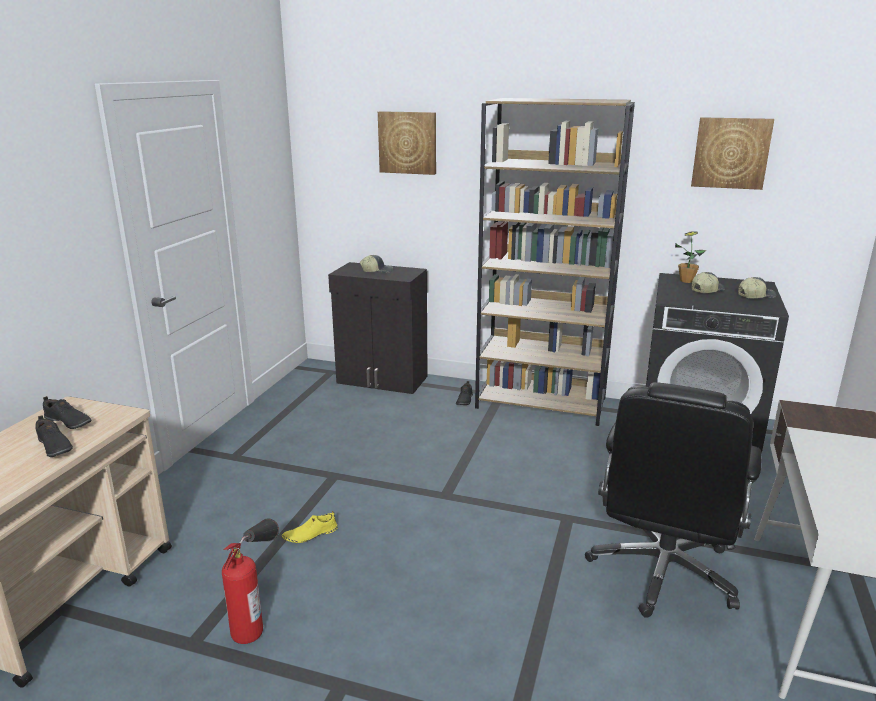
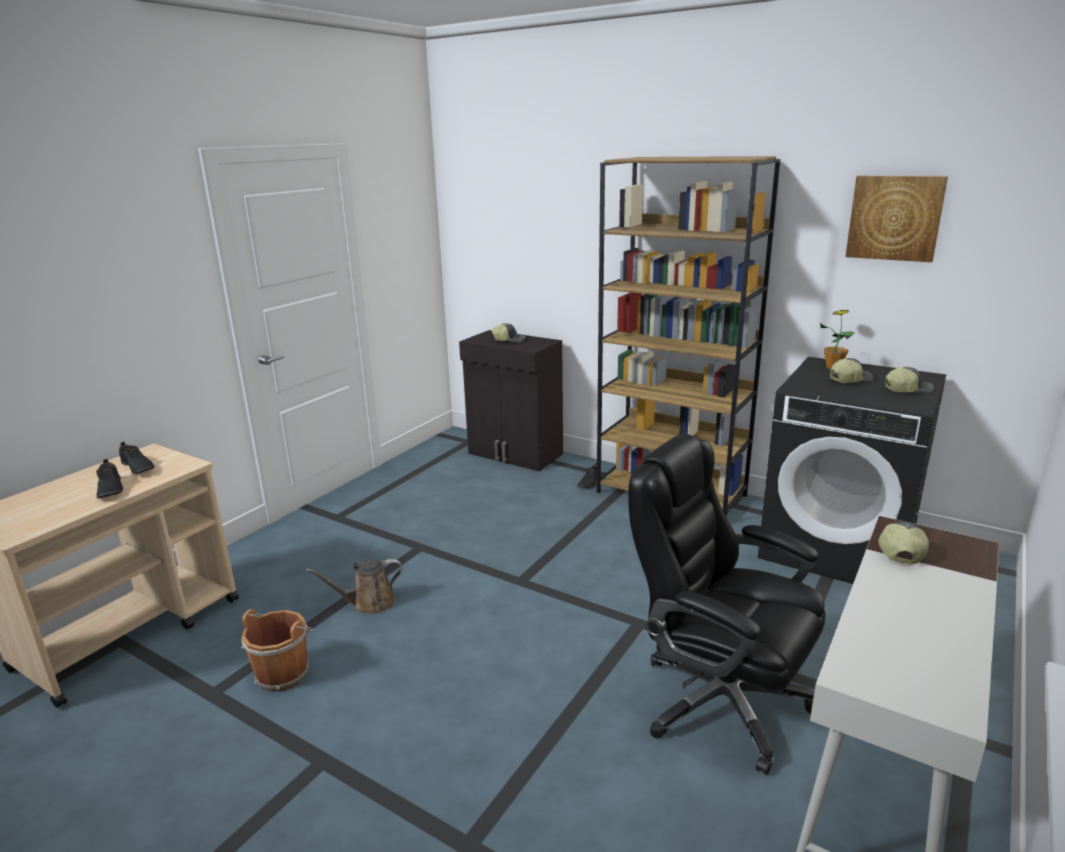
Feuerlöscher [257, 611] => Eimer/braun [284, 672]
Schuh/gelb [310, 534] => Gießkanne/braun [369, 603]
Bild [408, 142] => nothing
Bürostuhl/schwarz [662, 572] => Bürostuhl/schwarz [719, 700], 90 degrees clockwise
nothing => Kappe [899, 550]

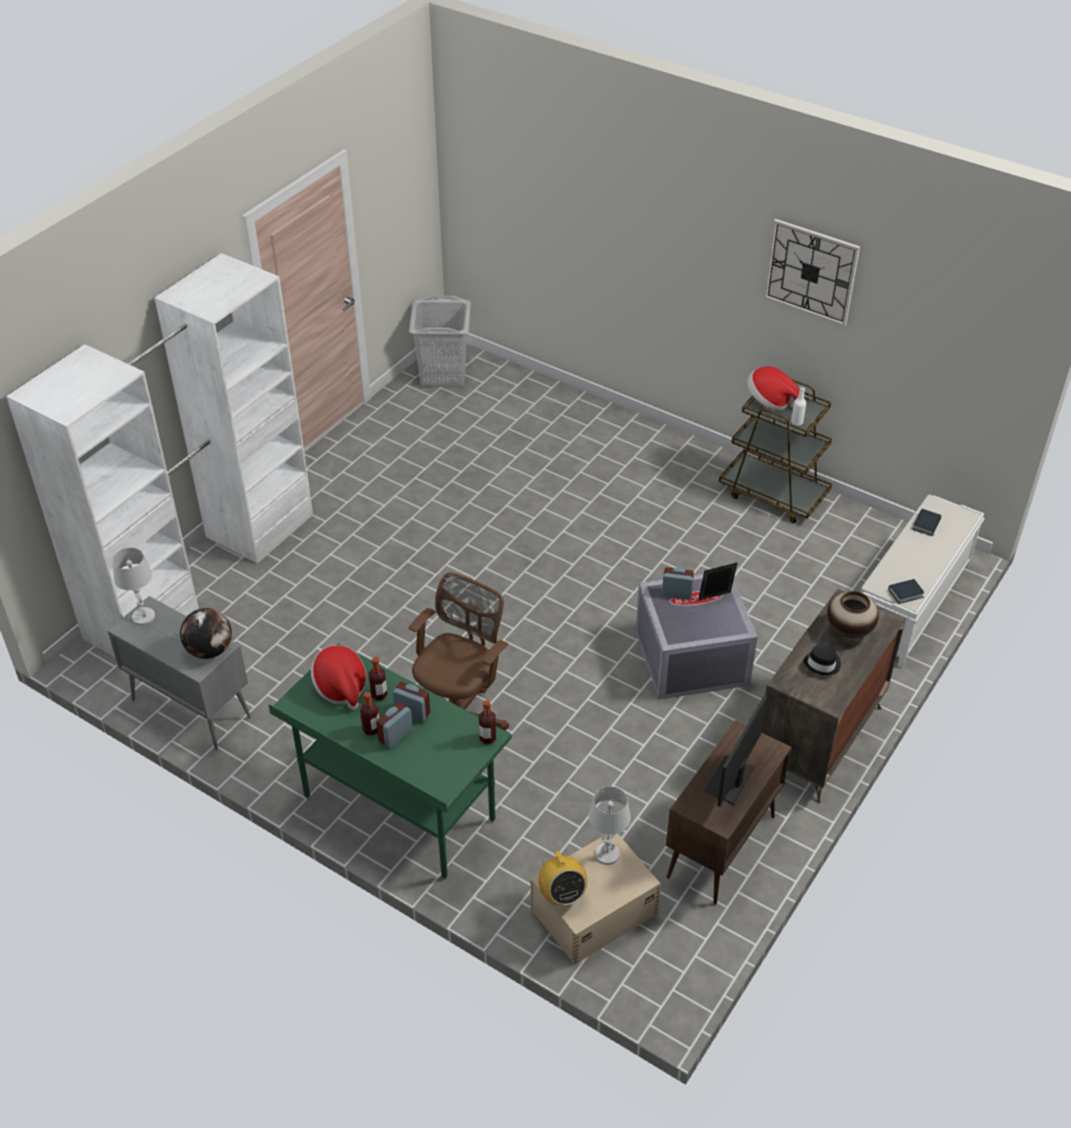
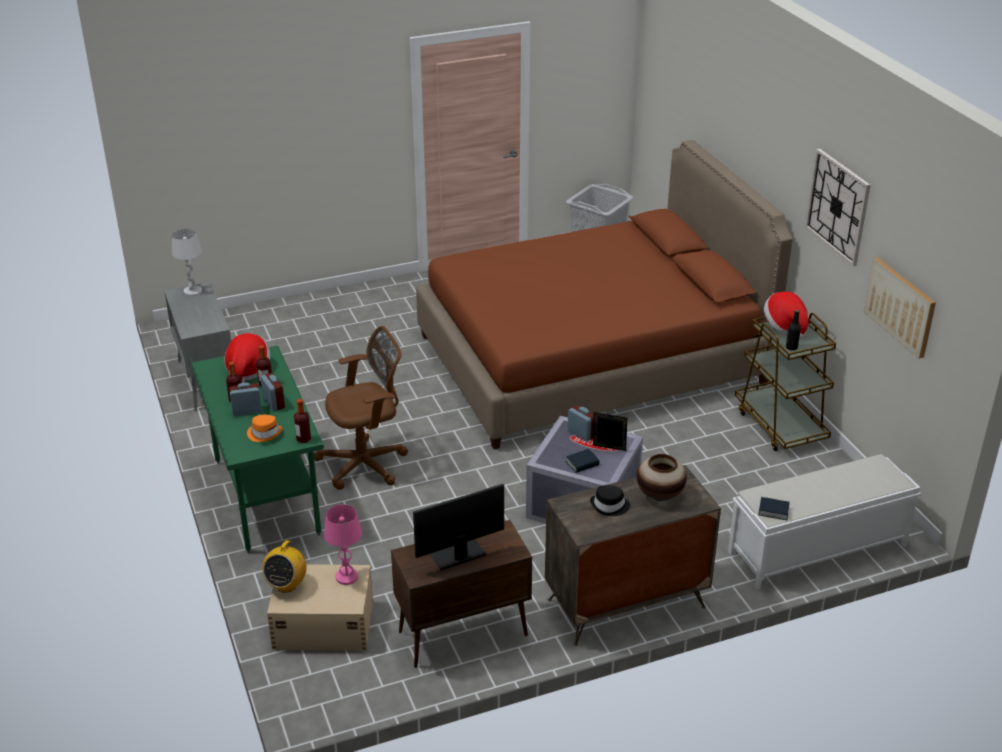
Kleiderschrank/weiß [203, 573] => nothing
Globus [210, 650] => nothing
Tischlampe/weiß [607, 854] => Tischlampe/rosa [347, 577]
Flasche/weiß [797, 422] => Flasche/schwarz [791, 347]
Buch [926, 525] => Buch [582, 464], shifted
nothing => Hut/orange [264, 433]
nothing => Bett/braun [590, 359]
nothing => Bild [900, 306]

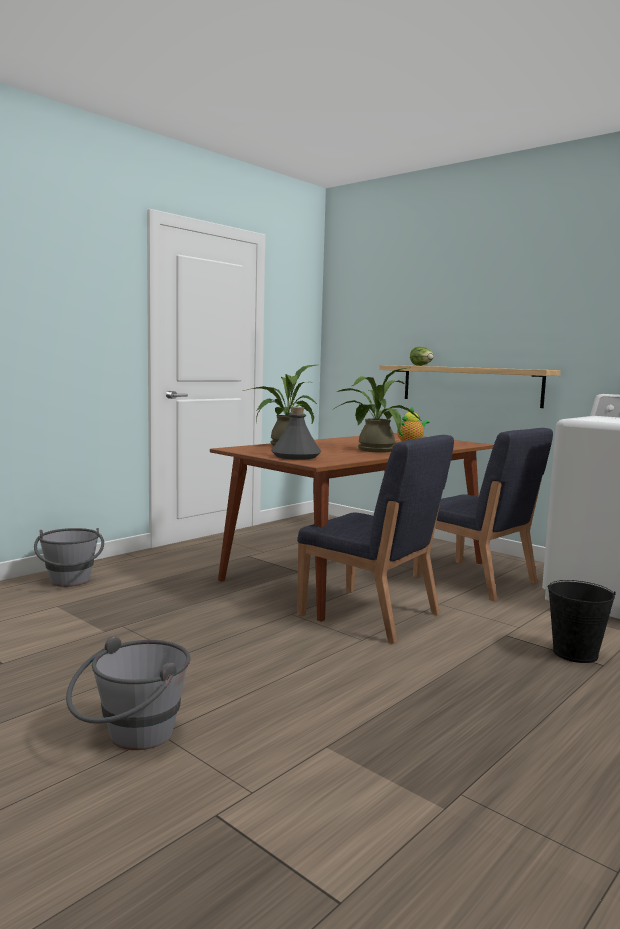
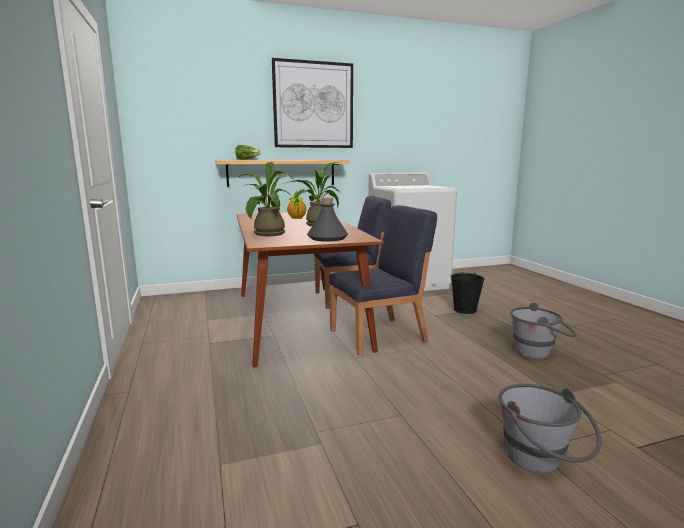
Eimer/grau [70, 583] => Eimer/grau [539, 352], shifted
nothing => Bild [313, 105]

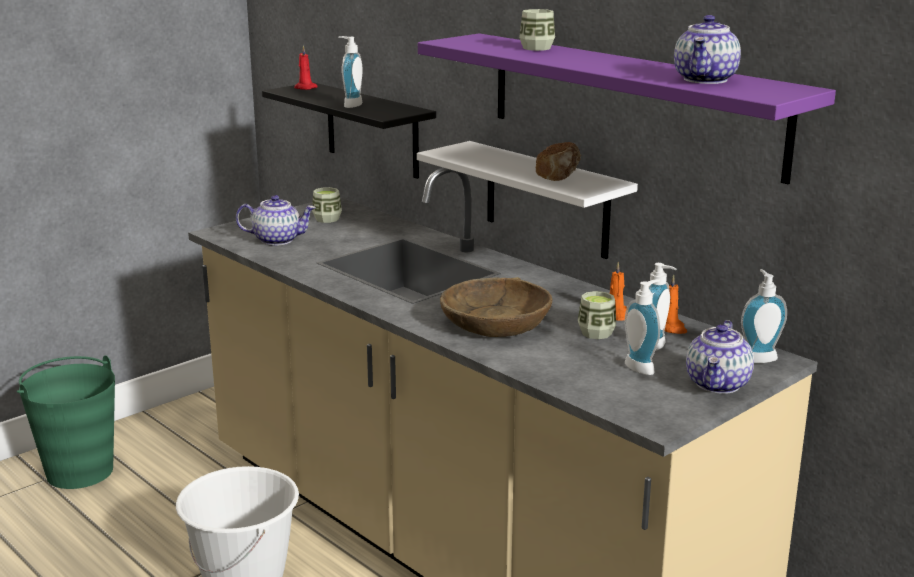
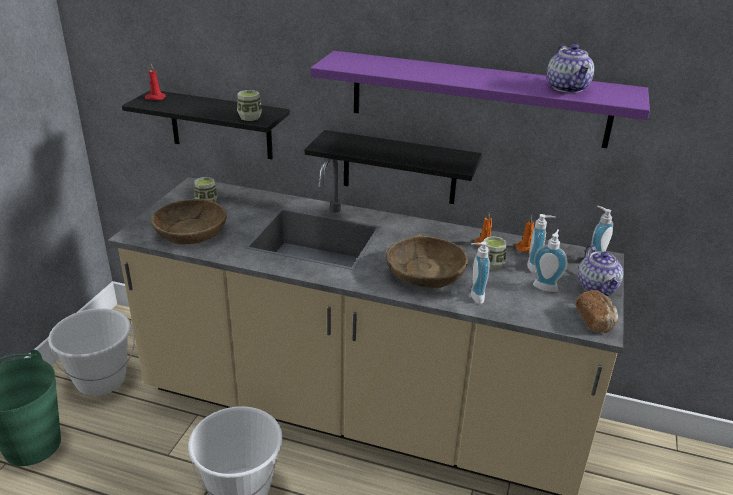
Teekanne [278, 240] => Schüssel/braun [191, 231]
Seifenspender [350, 105] => Seifenspender [474, 296], shifted
Wandregal/weiß [546, 200] => Wandregal/schwarz [399, 168]
Tasse [536, 48] => Tasse [249, 117], shifted
Brot [559, 175] => Brot [595, 321], shifted
nothing => Eimer/weiß [101, 380]

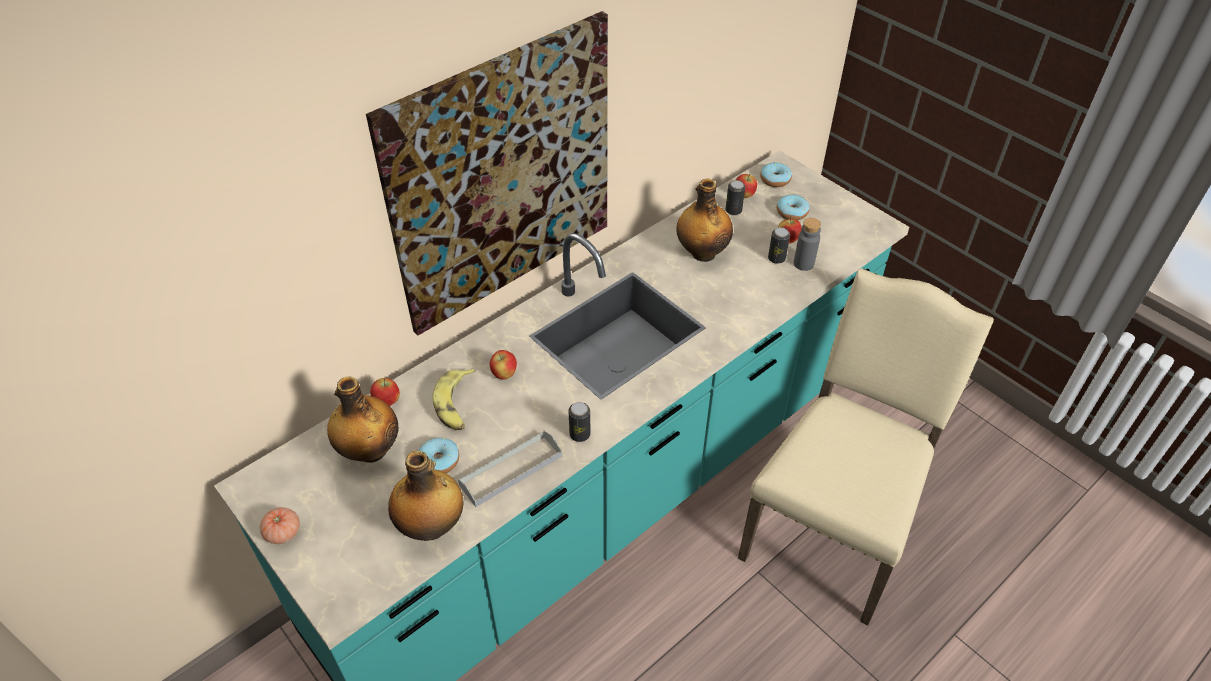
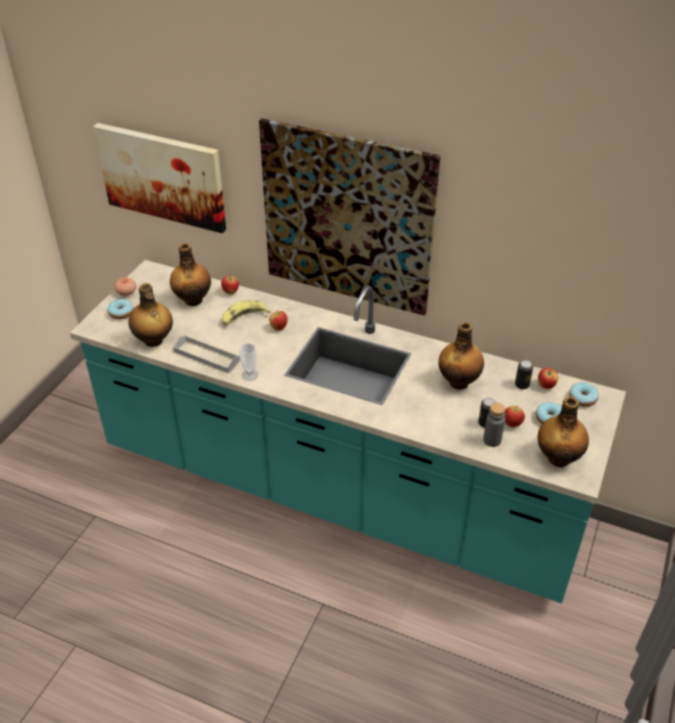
Donut [439, 461] => Donut [121, 313], shifted
Dose [580, 434] => Tasse [250, 375]
Stuhl/beige [832, 530] => nothing
nothing => Bild [162, 176]
nothing => Flasche [558, 457]

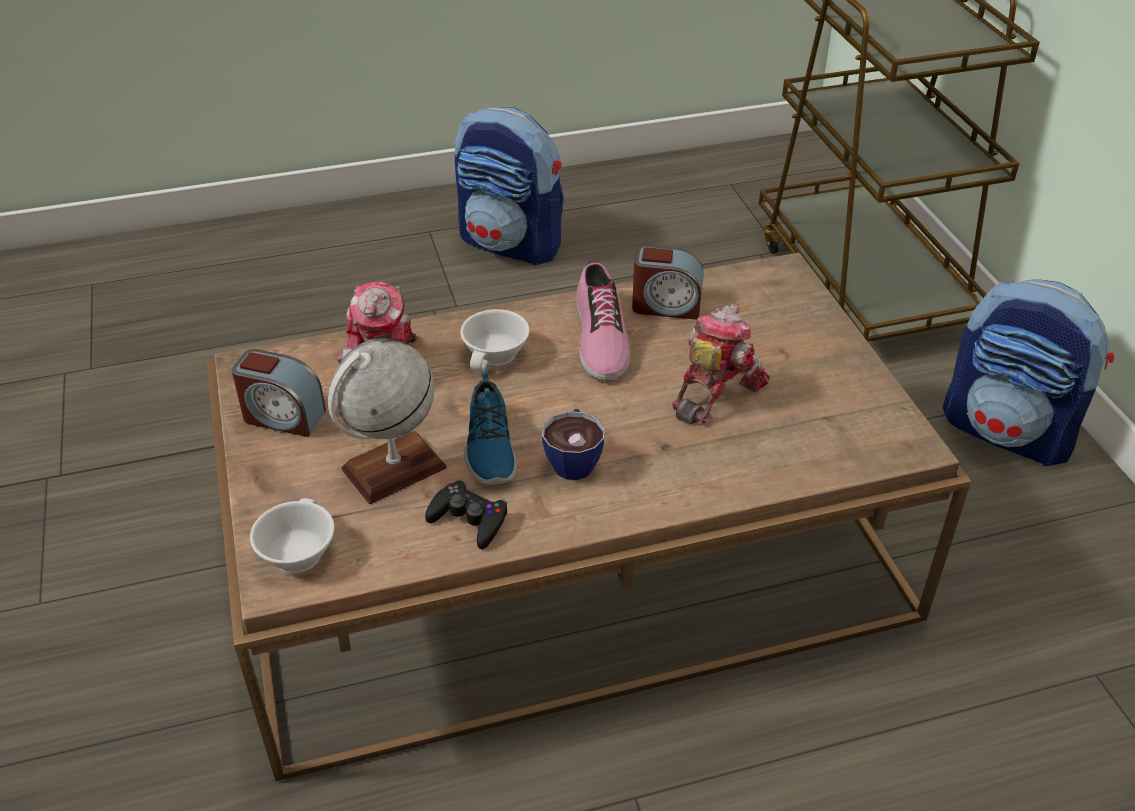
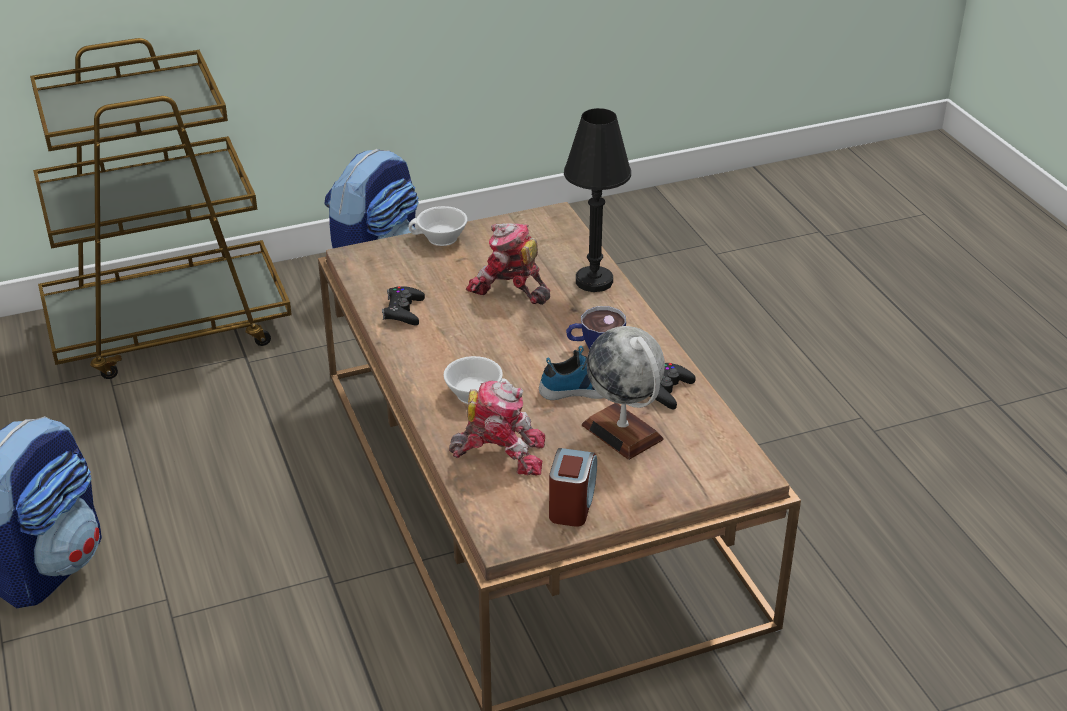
Tasse/weiß [295, 552] => Tasse/weiß [440, 239], shifted
Schuh [599, 337] => nothing
Wecker [666, 306] => Gamepad/schwarz [403, 311]
nothing => Tischlampe/schwarz [594, 281]

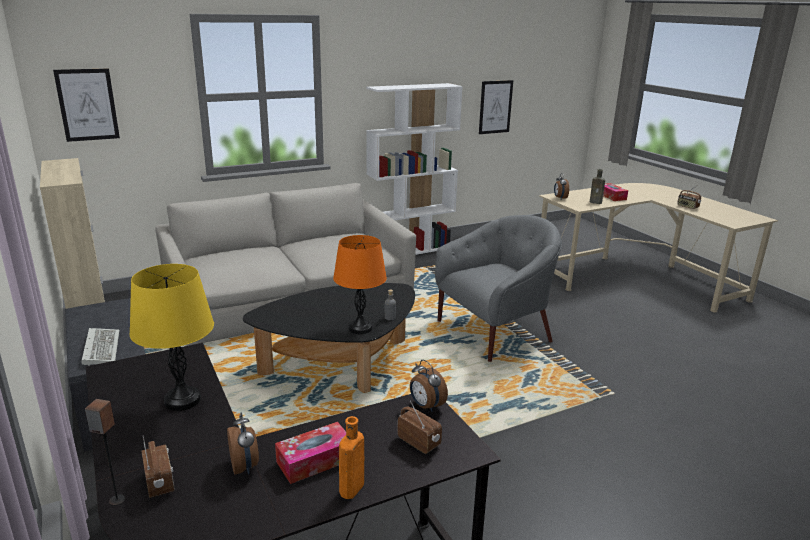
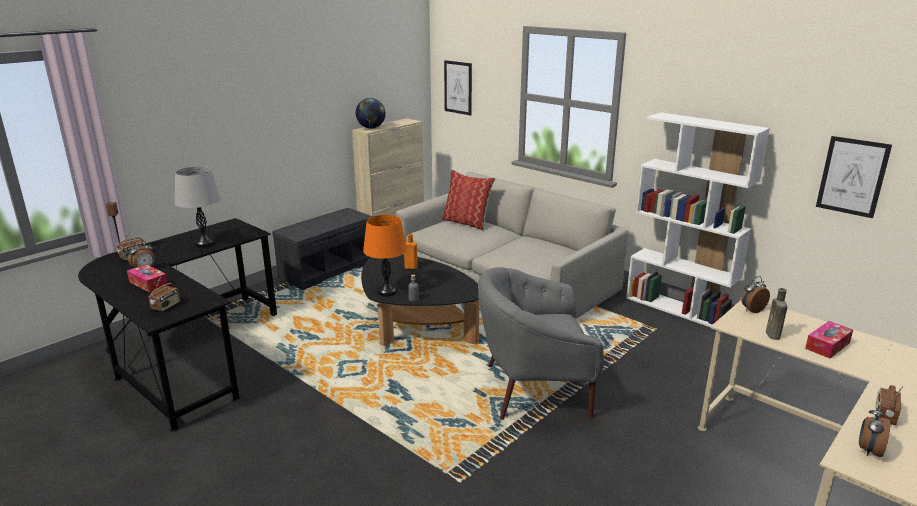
Tastatur [101, 348] => nothing
Tischlampe/gelb [182, 400] => Tischlampe/grau [204, 244]
Flasche/orange [350, 490] => Flasche/orange [410, 267], shifted
Wecker [426, 406] => Wecker [868, 450], shifted
Sessel/grau [495, 331] => Sessel/grau [535, 389], 135 degrees clockwise
nothing => Globus [371, 128]
nothing => Kissen [467, 223]

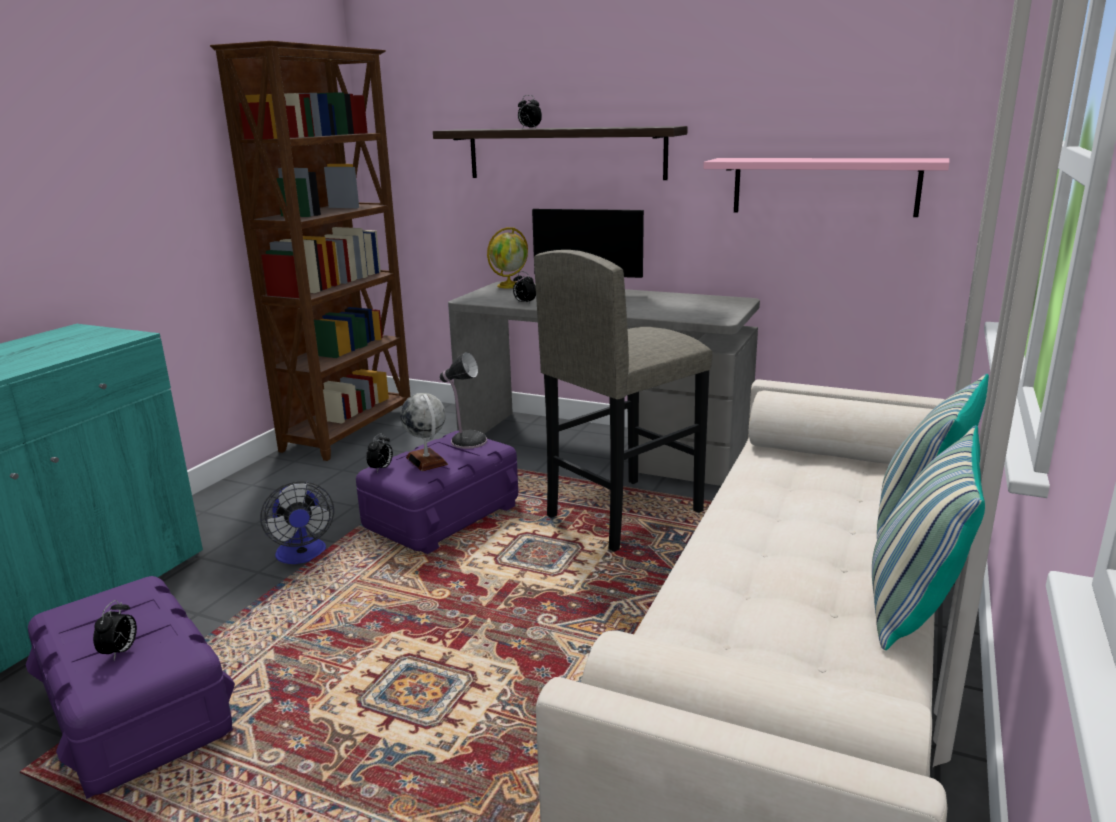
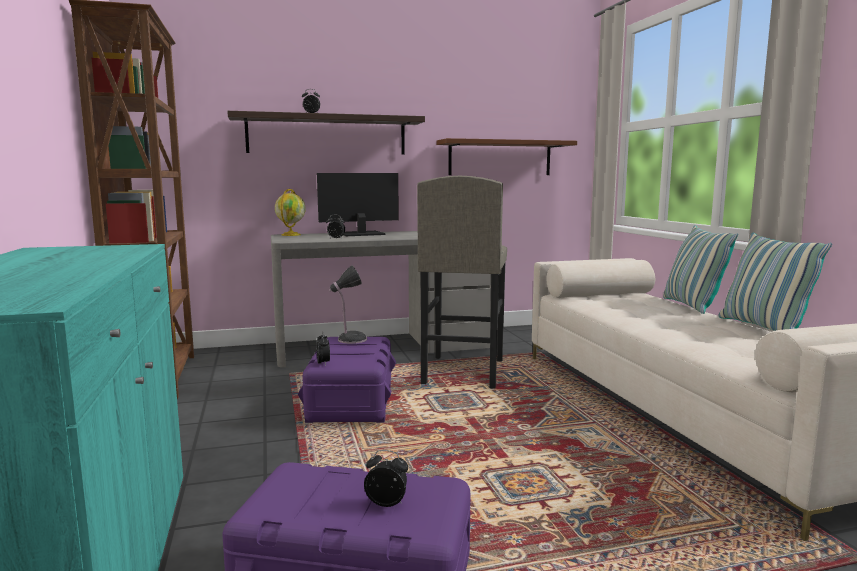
Wecker [120, 652] => Wecker [387, 503], 45 degrees counterclockwise
Ventilator [302, 555] => nothing
Globus [427, 461] => nothing
Wandregal/rosa [824, 186] => Wandregal/braun [500, 158]

